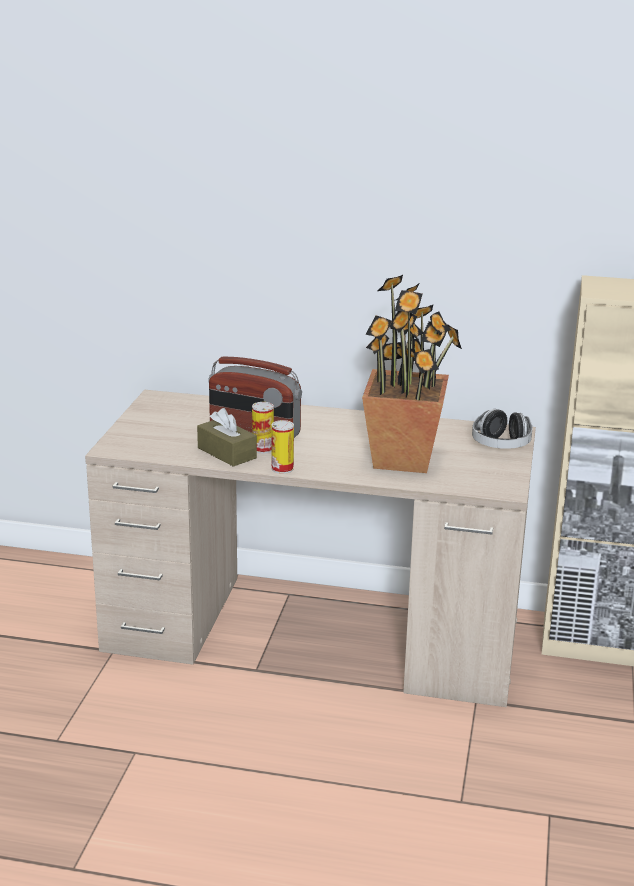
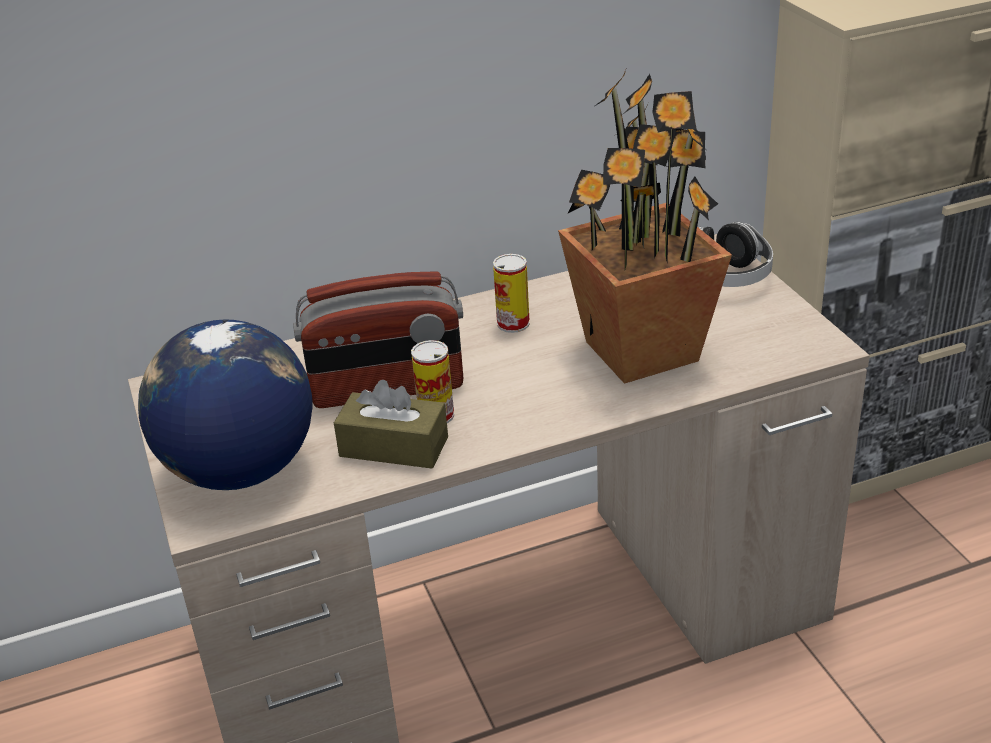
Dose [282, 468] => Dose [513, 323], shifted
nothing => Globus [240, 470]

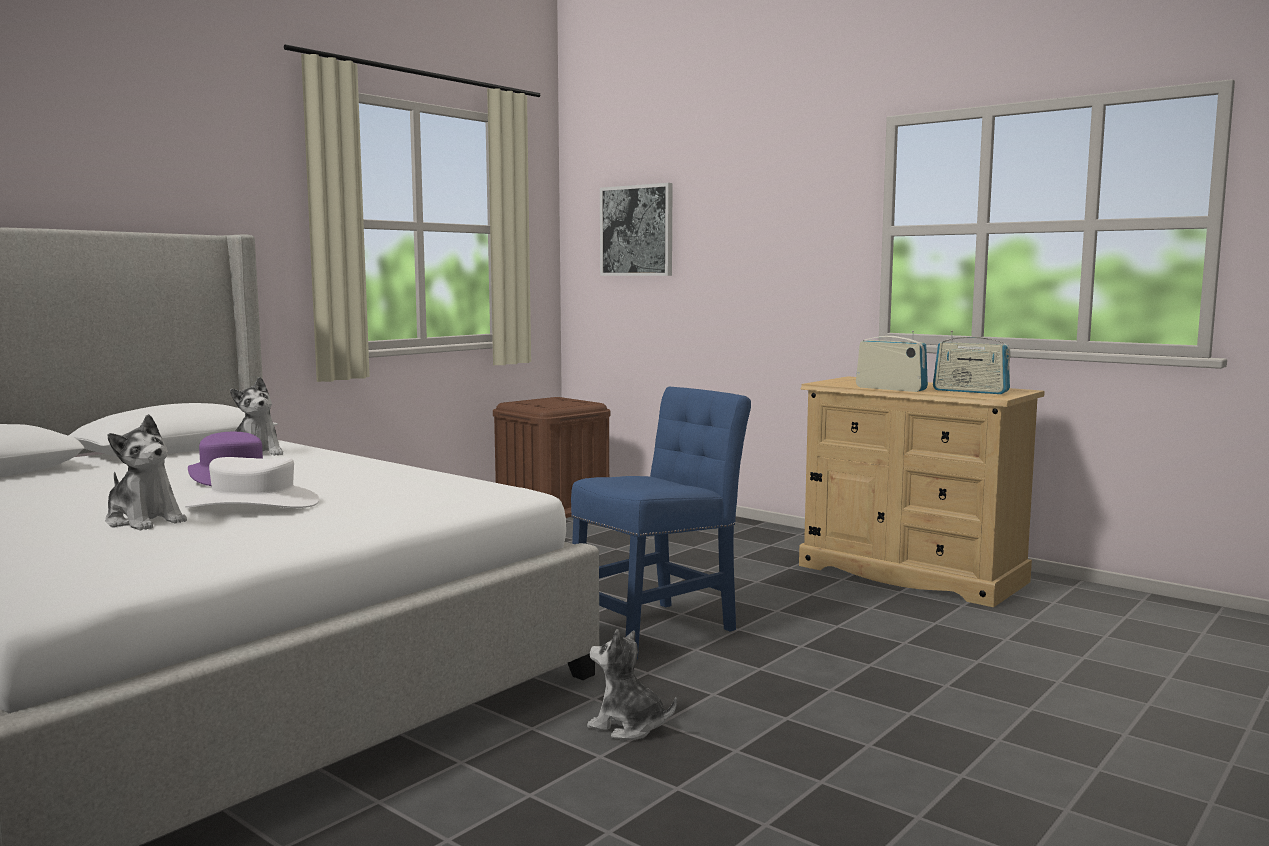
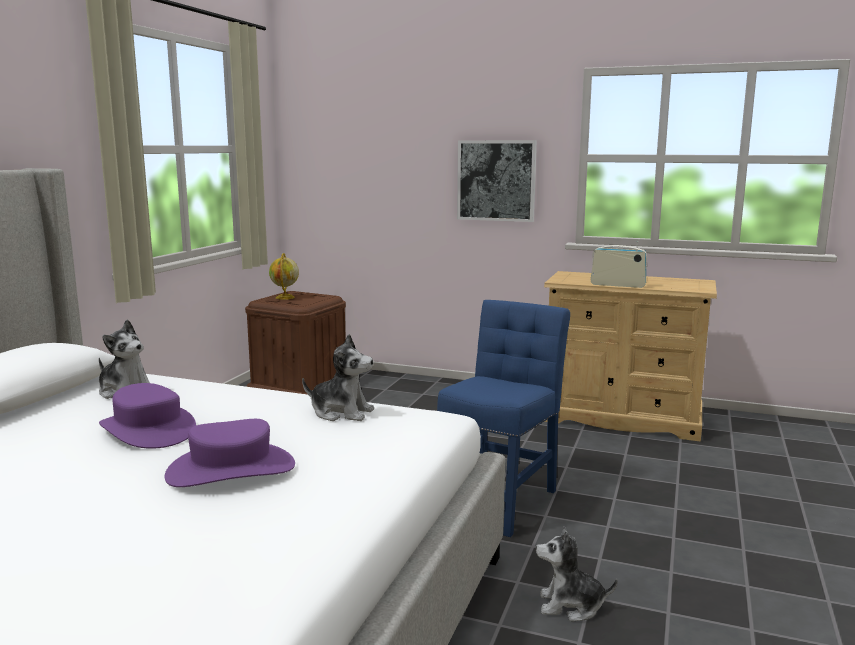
Plüschtier [145, 521] => Plüschtier [341, 412], shifted
Hut/weiß [253, 504] => Hut/lila [231, 469]
Bild [637, 231] => Bild [496, 180], shifted
Radio [970, 391] => nothing
nothing => Globus [285, 297]

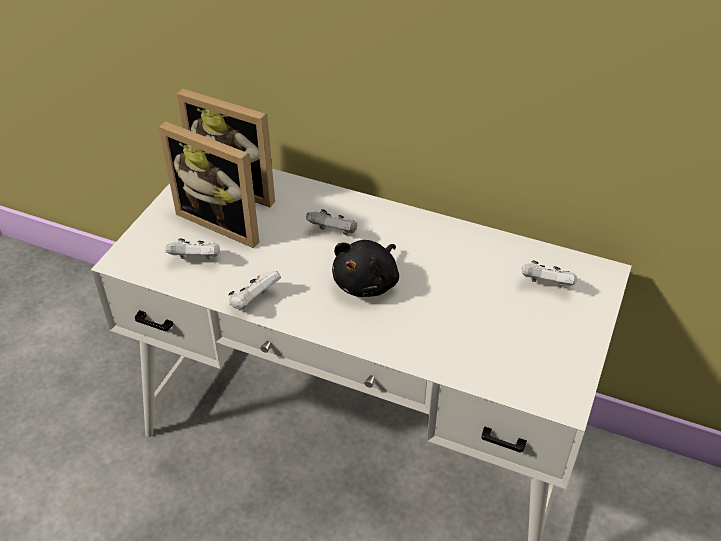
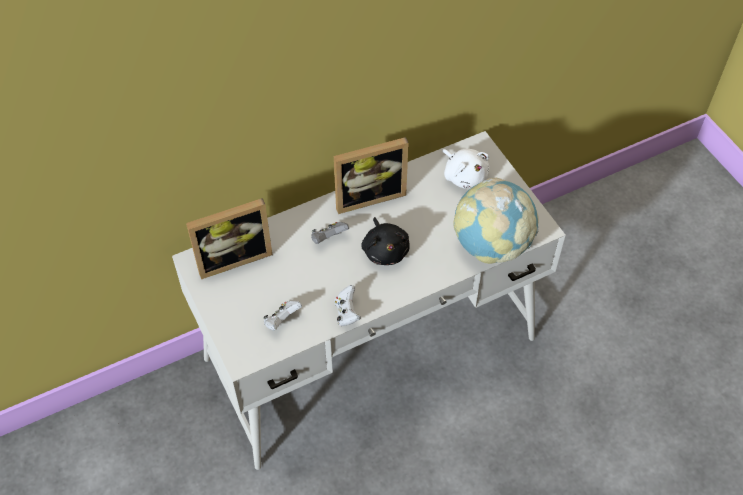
Bilderrahmen [224, 221] => Bilderrahmen [368, 195], shifted
Gamepad/weiß [546, 285] => Plüschtier/weiß [464, 175]
nothing => Globus [491, 245]

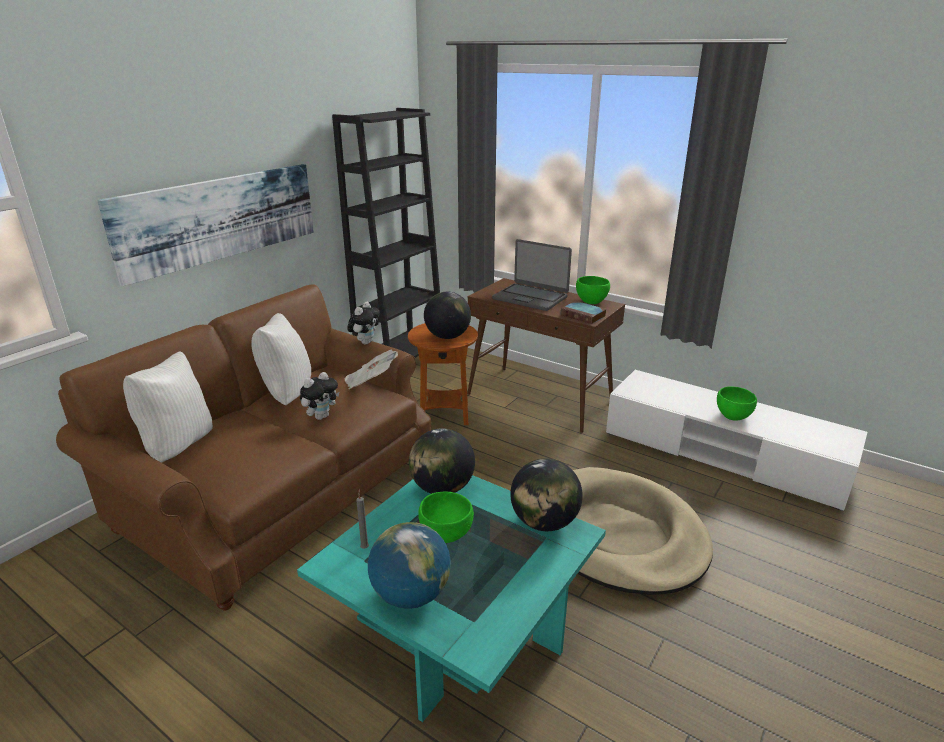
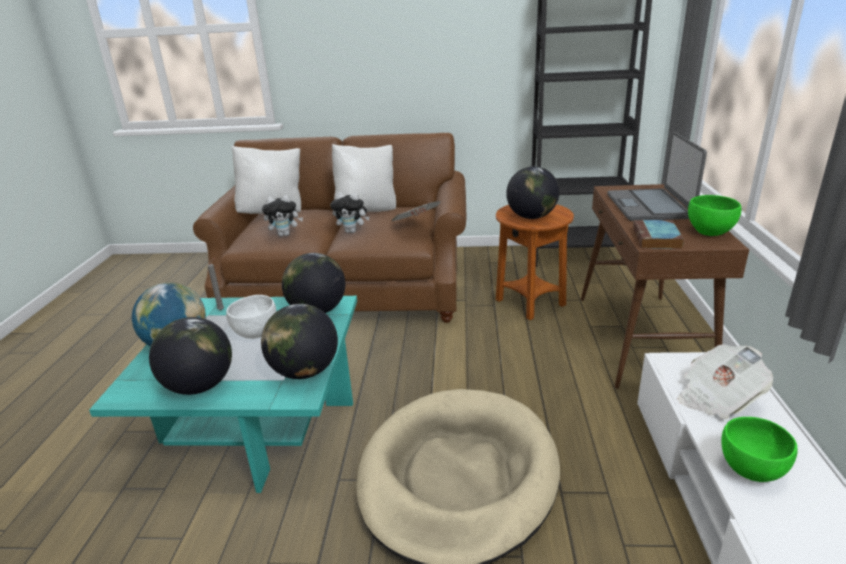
Bild [220, 218] => nothing
Plüschtier [365, 342] => Plüschtier [285, 234], shifted
Schüssel/grün [445, 535] => Schüssel/weiß [256, 333]
nothing => Globus [200, 386]
nothing => Zeitung [717, 398]

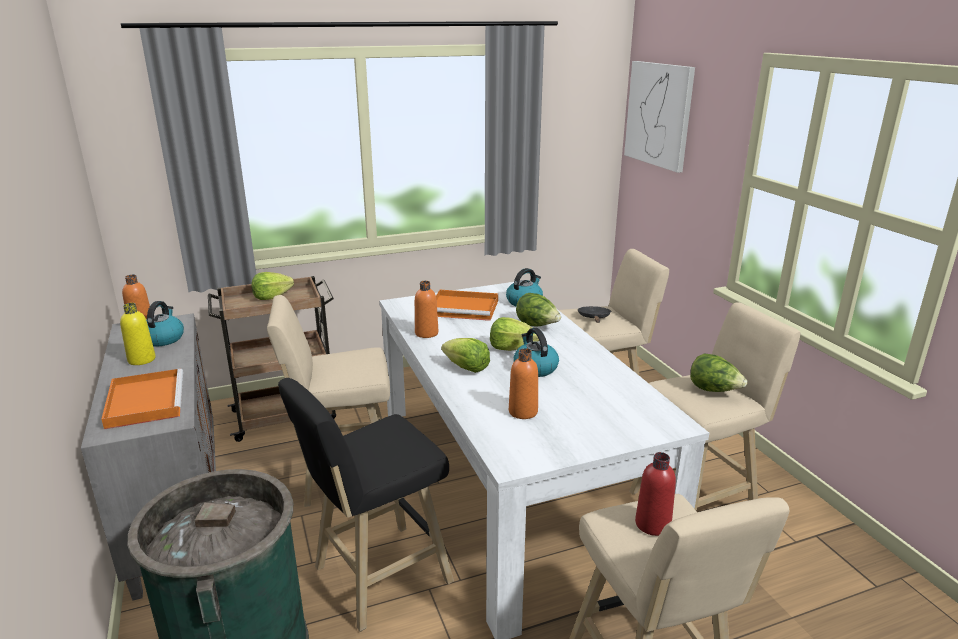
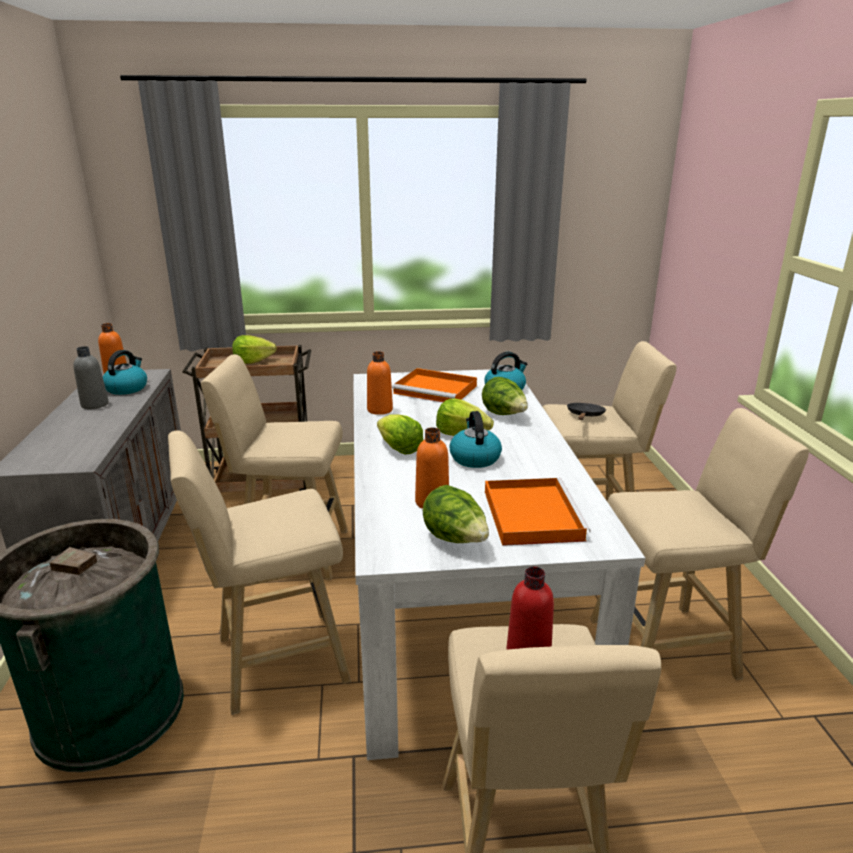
Tablett/orange [145, 401] => Tablett/orange [531, 514], shifted
Flasche/gelb [141, 360] => Flasche/grau [95, 404]
Hocker/schwarz [377, 577] => Hocker/beige [275, 661]
Bild [659, 114] => nothing
Salatkopf [714, 390] => Salatkopf [455, 539], shifted

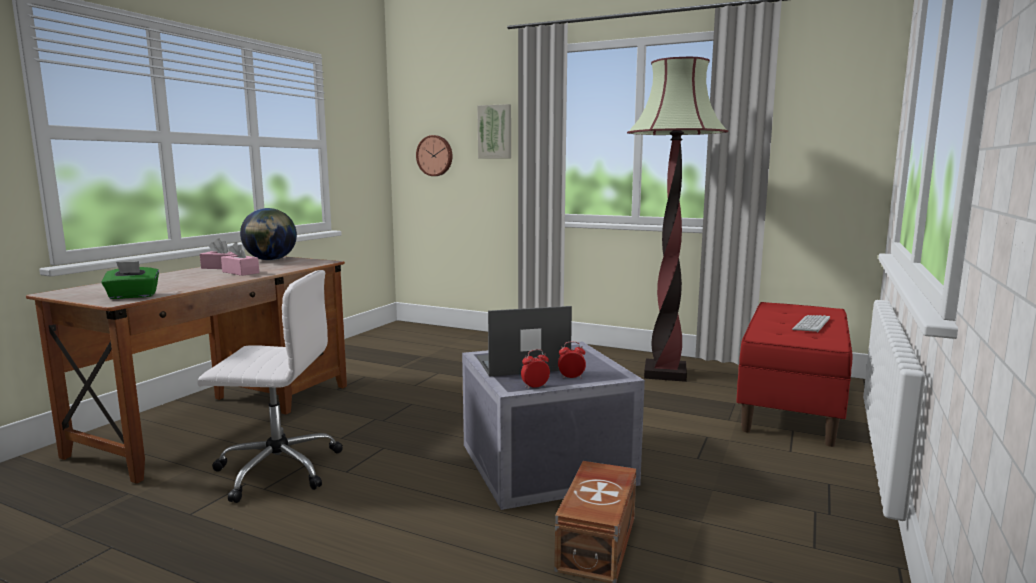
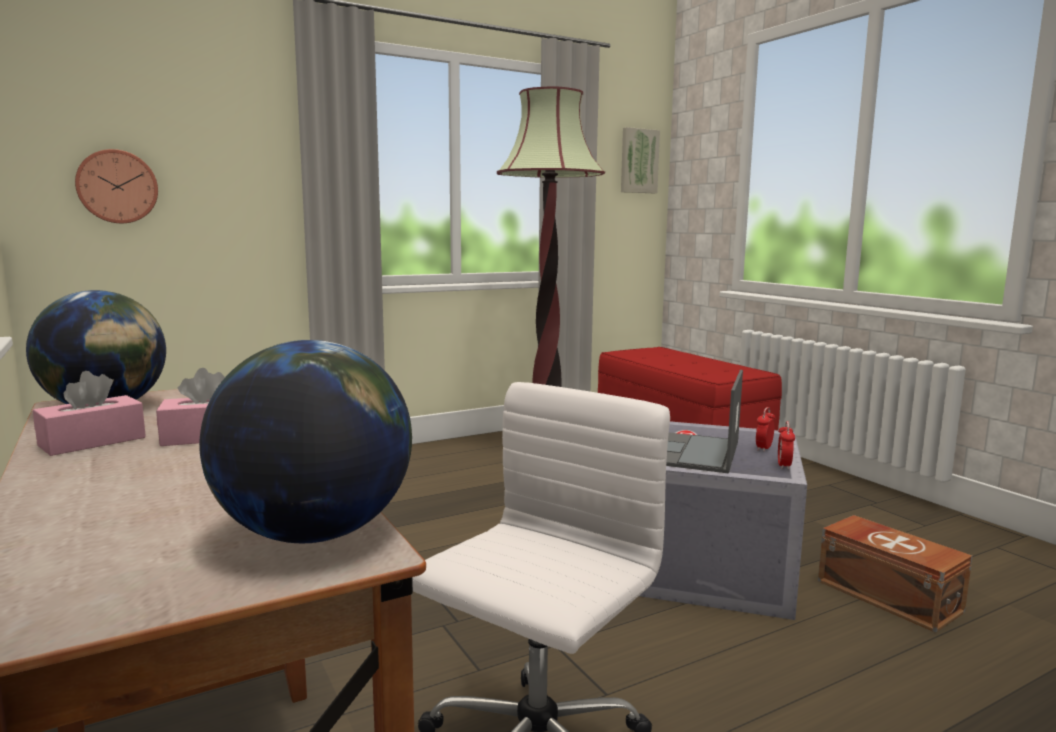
Taschentuchbox/grün [133, 296] => Globus [314, 533]
Bild [495, 132] => Bild [638, 161], shifted
Tastatur [811, 324] => nothing

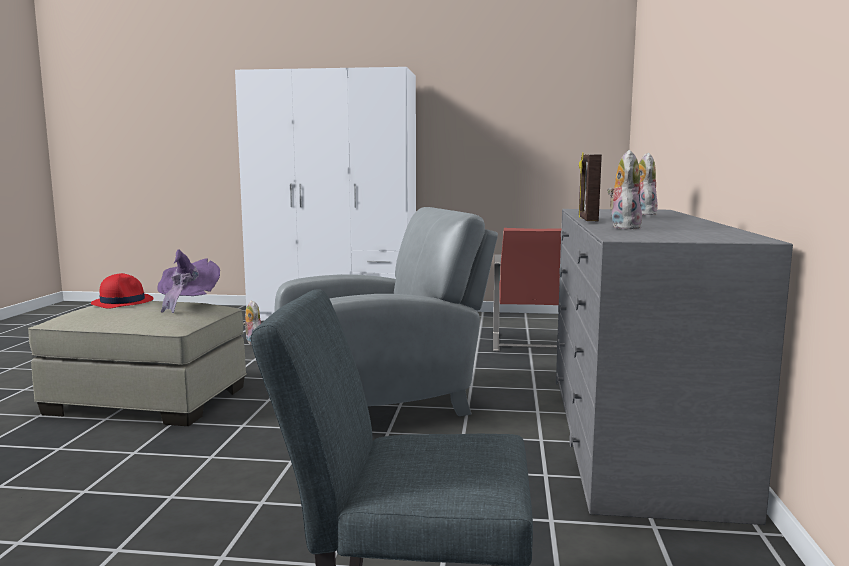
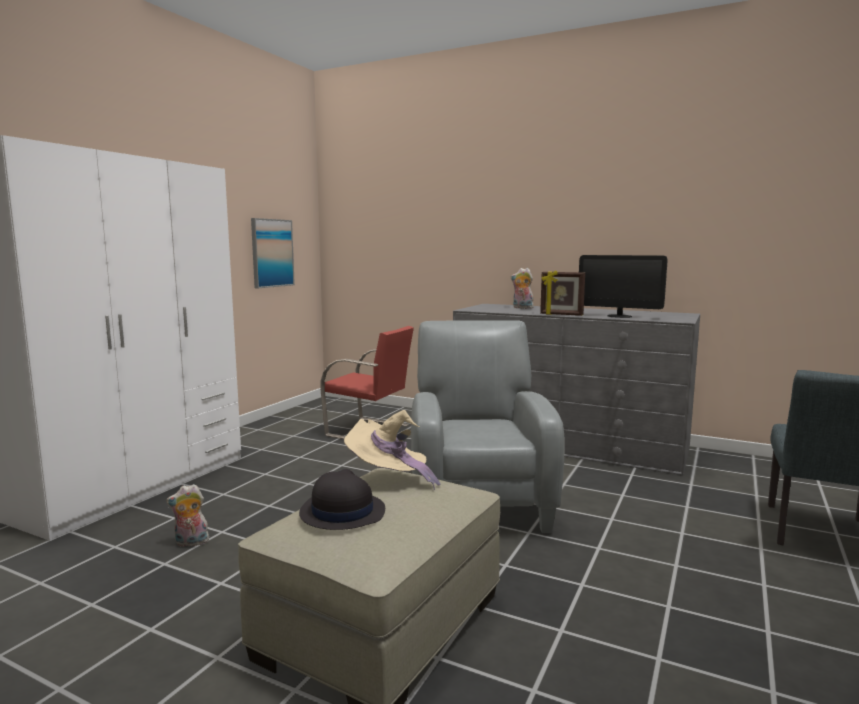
Hut/rot [123, 302] => Hut/schwarz [341, 512]
Hut/lila [187, 303] => Hut/beige [389, 478]
Plüschtier [623, 227] => Monitor [619, 316]
nothing => Bild [272, 253]

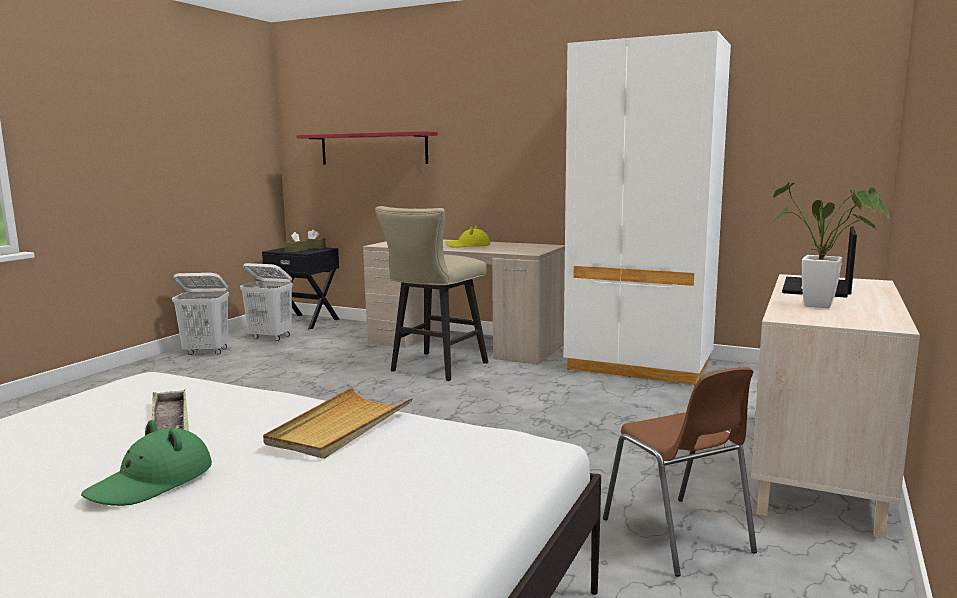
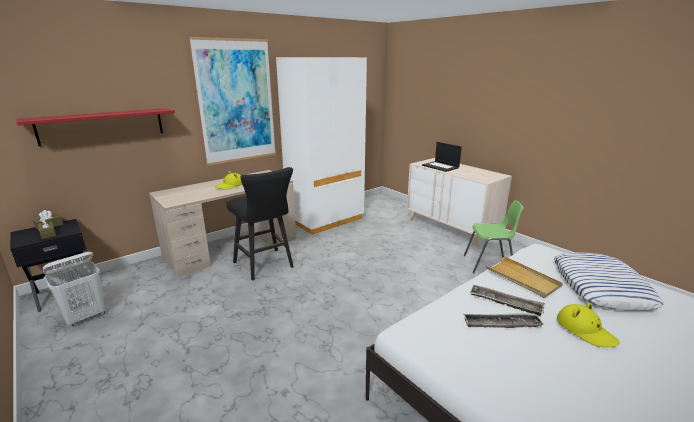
Hut/grün [152, 482] => Hut/gelb [585, 330]
Wäschekorb/weiß [206, 352] => nothing
Hocker/beige [434, 368] => Hocker/schwarz [266, 266]
Stuhl/braun [678, 536] => Stuhl/grün [489, 264]
Topfpflanze [826, 306] => nothing
nothing => Bild [236, 102]
nothing => Tablett [505, 303]
nothing => Kissen [600, 286]

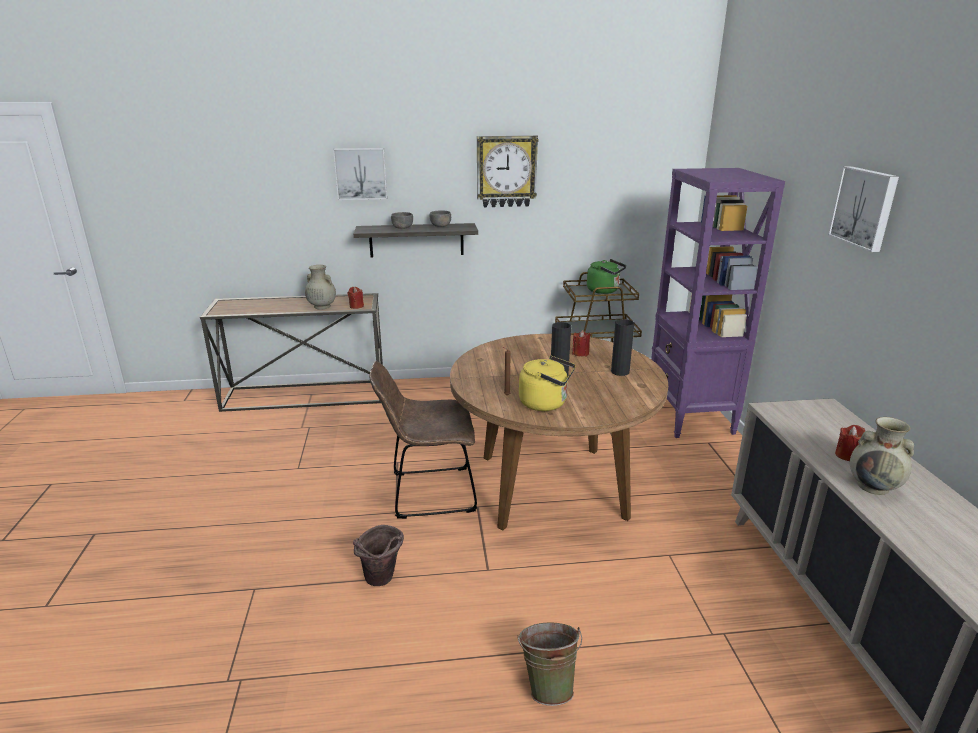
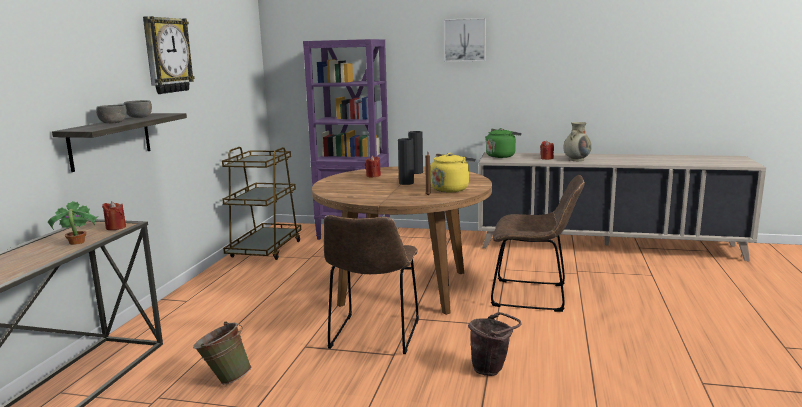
Vase/beige [321, 306] => Topfpflanze [76, 242]
Bild [361, 173] => nothing
Eimer/grün [548, 685] => Eimer/grün [225, 379], shifted
Wasserkessel/grün [604, 291] => Wasserkessel/grün [501, 156], shifted
nothing => Stuhl/braun [534, 296]

